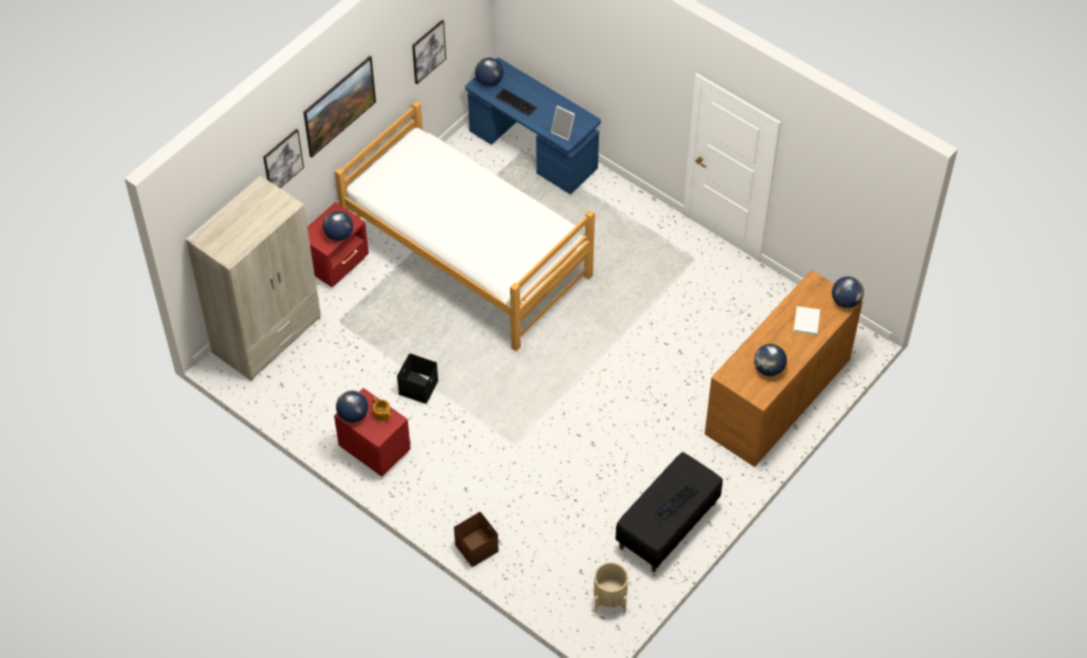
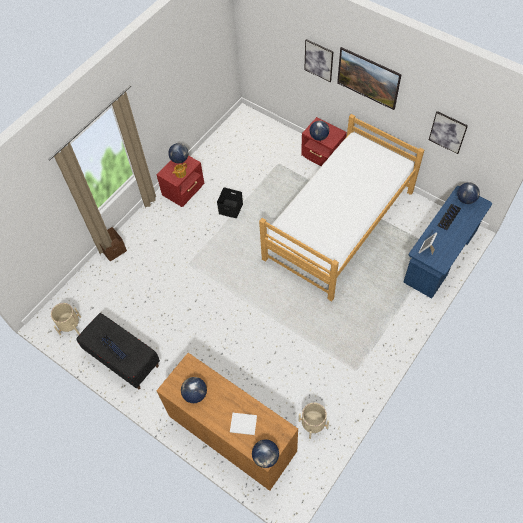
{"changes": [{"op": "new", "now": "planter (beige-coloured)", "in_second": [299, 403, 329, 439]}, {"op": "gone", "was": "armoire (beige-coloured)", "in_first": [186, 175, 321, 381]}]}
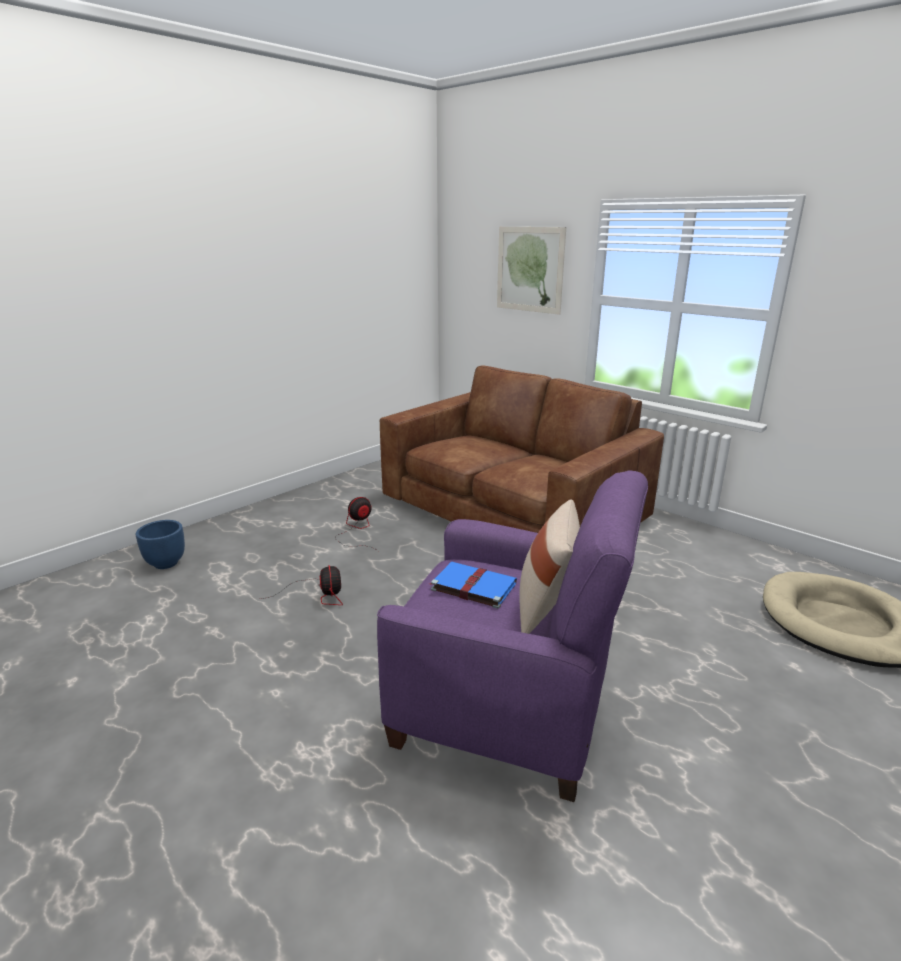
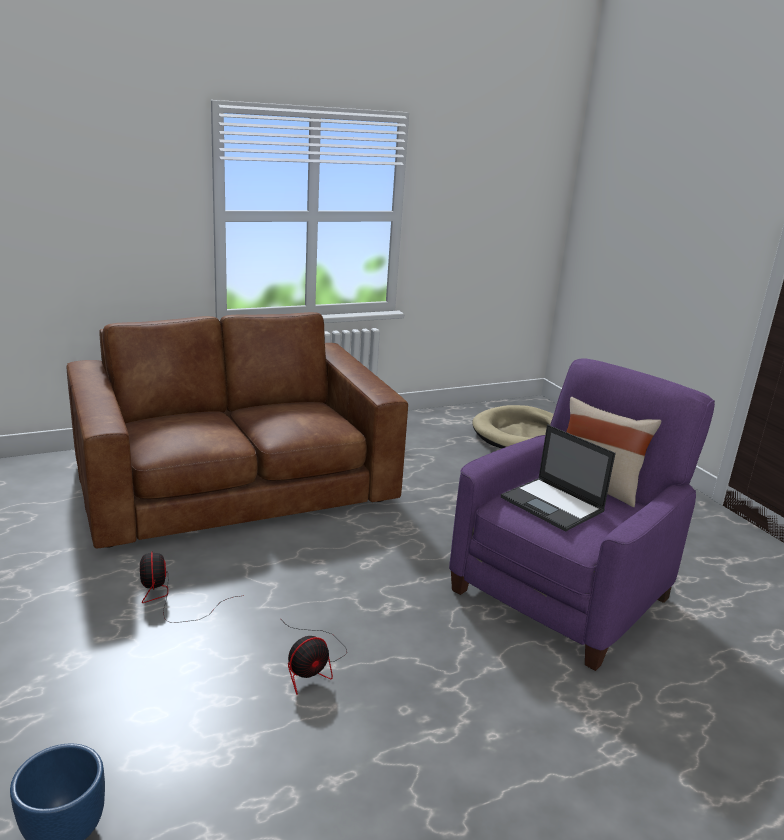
{"changes": [{"op": "rotated", "was": "cooling fan", "in_first": [260, 565, 343, 605], "in_second": [286, 624, 347, 695], "clockwise": 135}, {"op": "swapped", "was": "bound book (bluish)", "now": "notebook computer", "in_first": [430, 562, 517, 609], "in_second": [501, 424, 616, 532]}, {"op": "gone", "was": "picture", "in_first": [497, 227, 566, 315]}]}
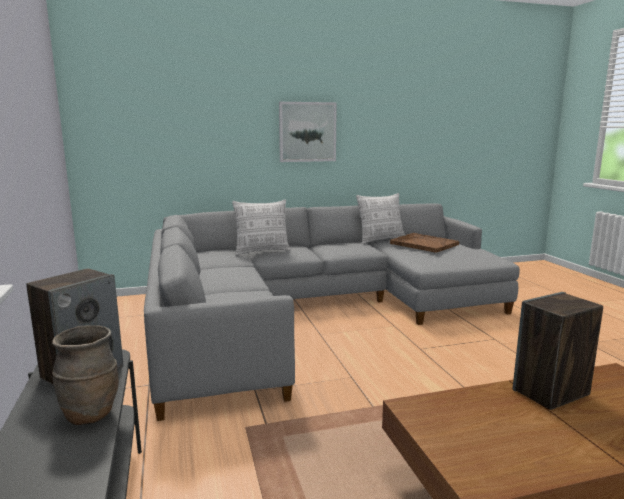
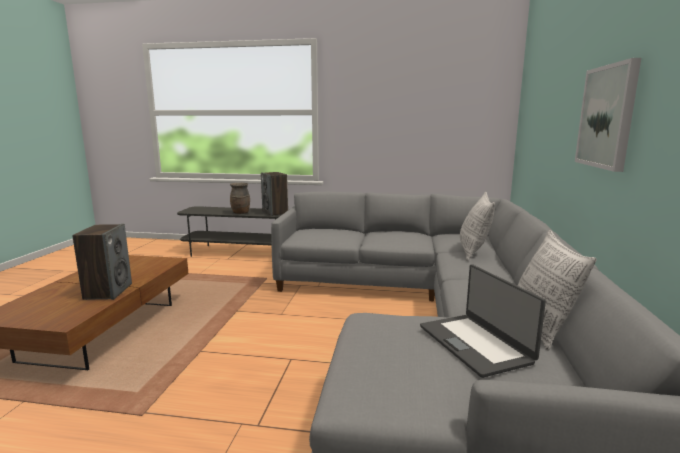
{"changes": [{"op": "swapped", "was": "carrying tray (brown)", "now": "notebook computer", "in_first": [390, 233, 459, 253], "in_second": [420, 264, 546, 378]}]}
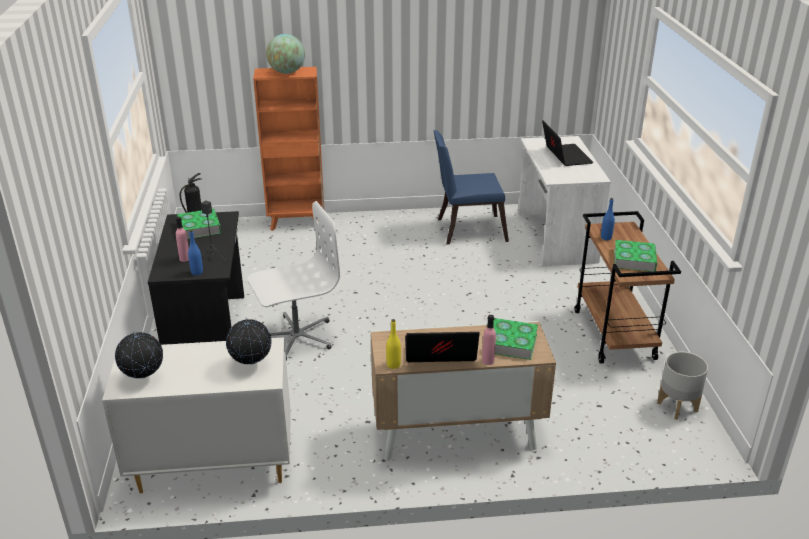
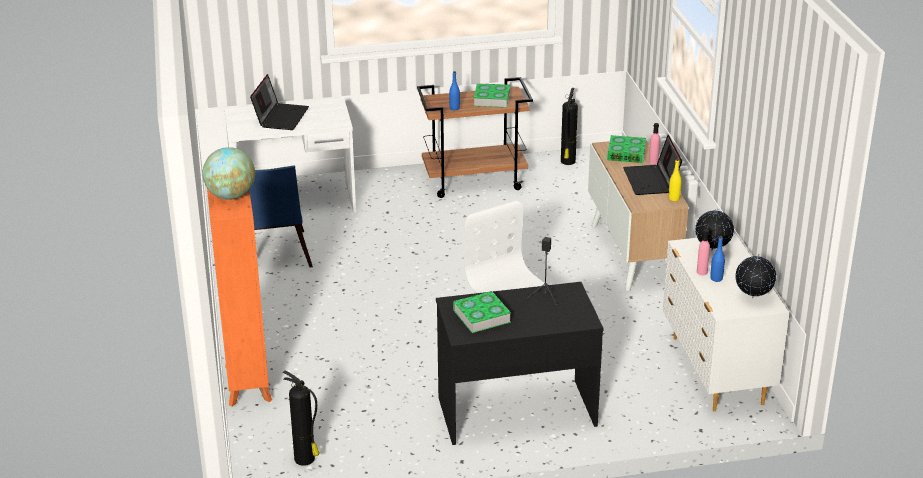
{"changes": [{"op": "rotated", "was": "notebook computer", "in_first": [542, 120, 593, 166], "in_second": [250, 74, 309, 130], "clockwise": 120}, {"op": "swapped", "was": "planter (gray)", "now": "fire extinguisher", "in_first": [657, 351, 708, 420], "in_second": [561, 88, 578, 165]}, {"op": "shifted", "was": "bottle (pinkish)", "in_first": [176, 217, 189, 262], "in_second": [697, 229, 710, 275]}, {"op": "shifted", "was": "bottle (bluish)", "in_first": [188, 230, 203, 275], "in_second": [710, 236, 725, 282]}]}
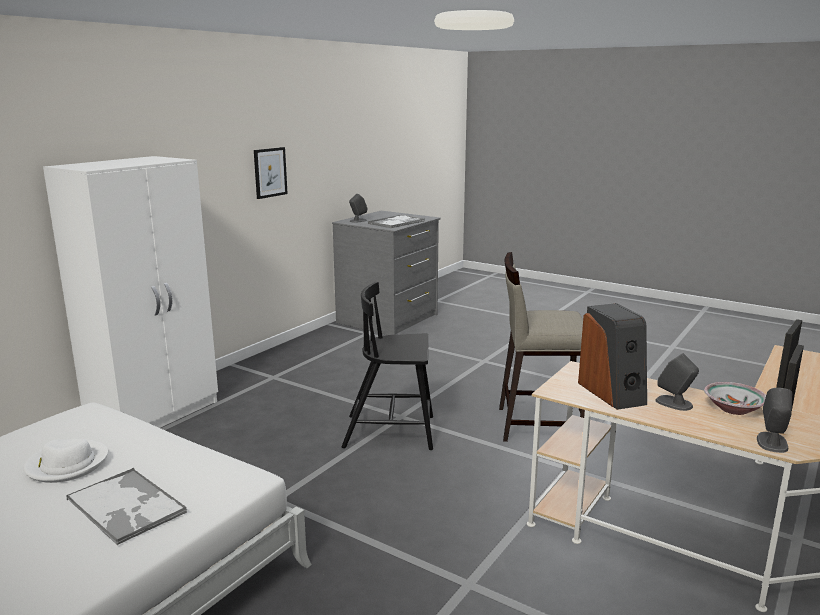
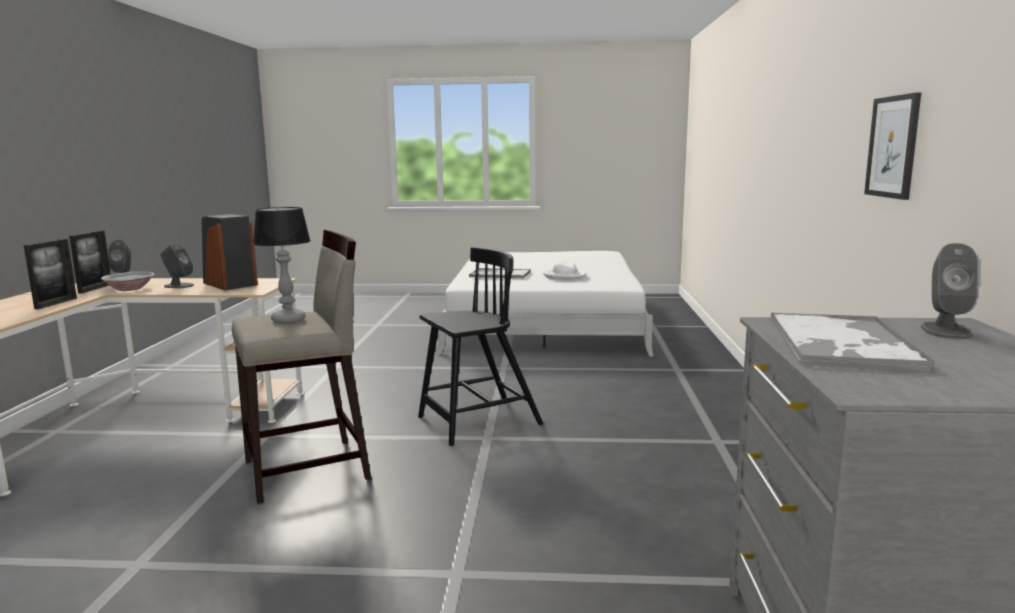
{"changes": [{"op": "new", "now": "table lamp", "in_second": [253, 207, 311, 324]}, {"op": "gone", "was": "armoire (white)", "in_first": [43, 156, 218, 428]}]}
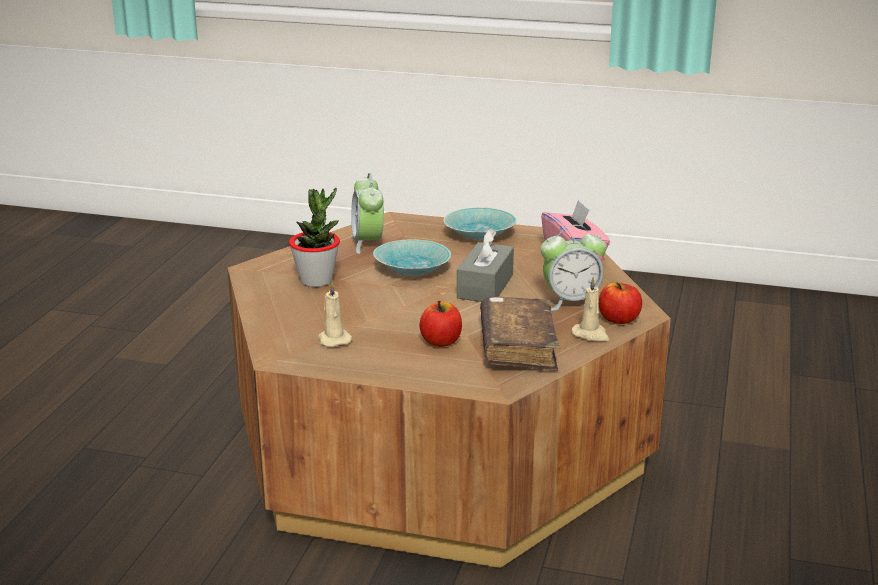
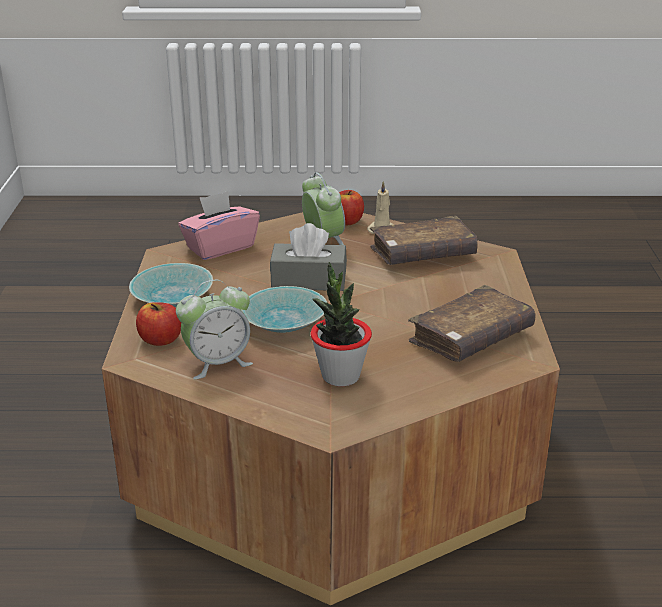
{"changes": [{"op": "shifted", "was": "whole apple", "in_first": [419, 301, 462, 347], "in_second": [136, 302, 181, 346]}, {"op": "swapped", "was": "candle (beige-coloured)", "now": "bound book (brown)", "in_first": [318, 282, 352, 347], "in_second": [408, 285, 535, 362]}]}
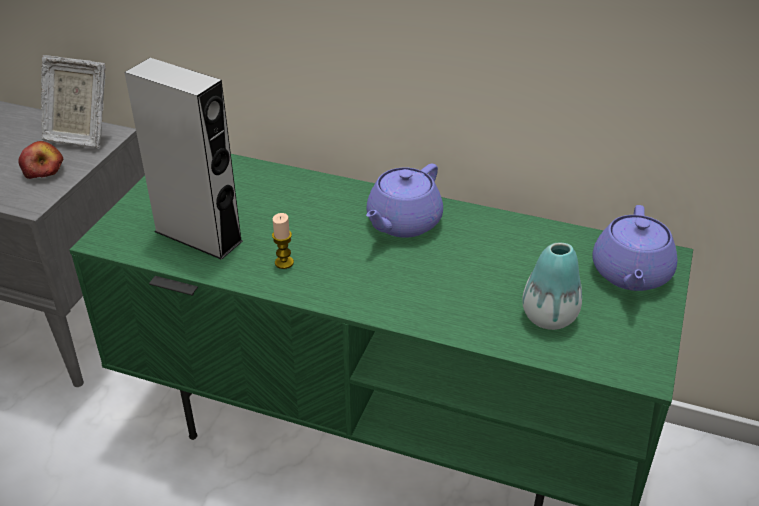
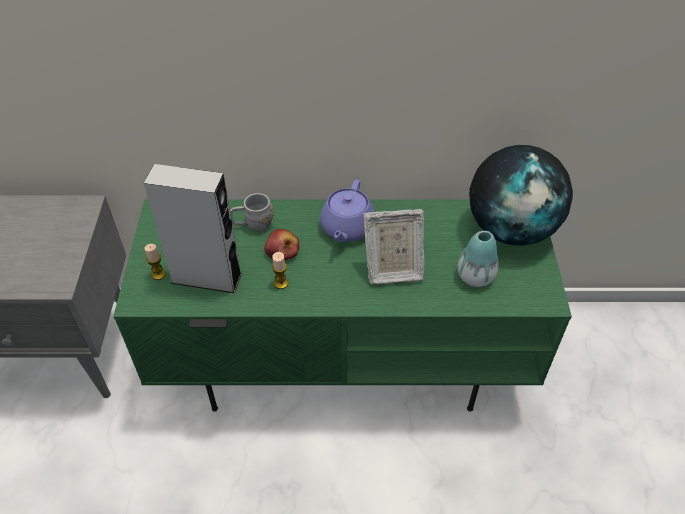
{"changes": [{"op": "new", "now": "candle", "in_second": [144, 244, 166, 280]}, {"op": "new", "now": "tea mug (gray)", "in_second": [230, 193, 274, 232]}, {"op": "shifted", "was": "whole apple", "in_first": [18, 141, 63, 179], "in_second": [264, 229, 299, 260]}, {"op": "shifted", "was": "photo frame", "in_first": [41, 55, 106, 149], "in_second": [363, 209, 424, 284]}, {"op": "swapped", "was": "pot for tea (purple-coloured)", "now": "world globe", "in_first": [592, 205, 677, 291], "in_second": [469, 145, 573, 246]}]}
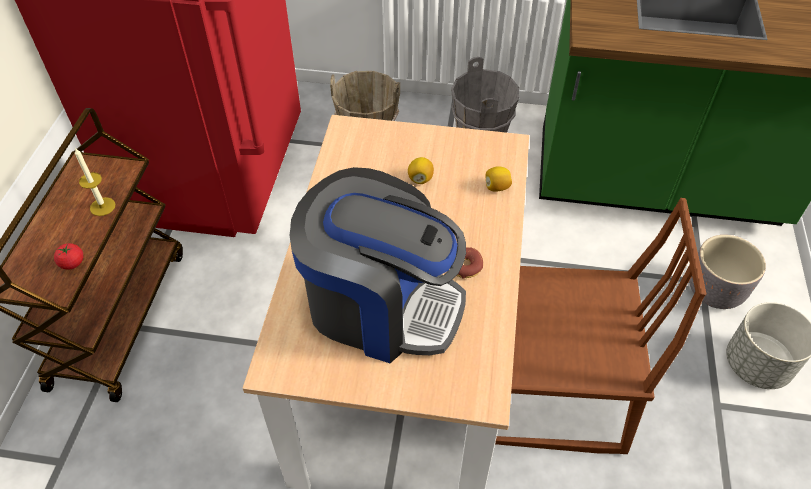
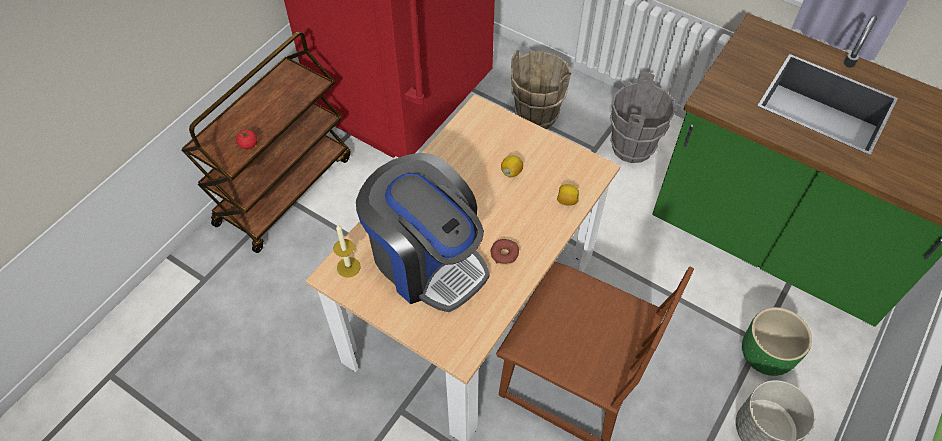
{"changes": [{"op": "shifted", "was": "candle", "in_first": [75, 148, 116, 216], "in_second": [333, 225, 361, 278]}, {"op": "repainted", "was": "planter (gray)", "now": "planter (green-coloured)", "in_first": [689, 235, 766, 309], "in_second": [742, 307, 812, 376]}]}
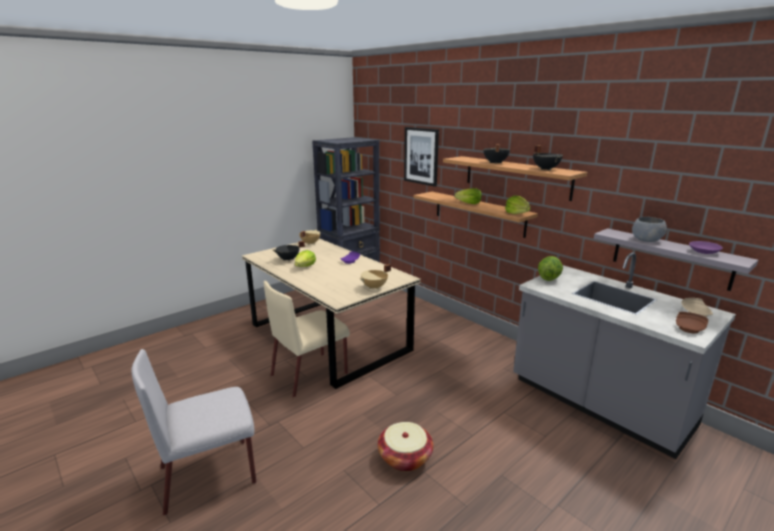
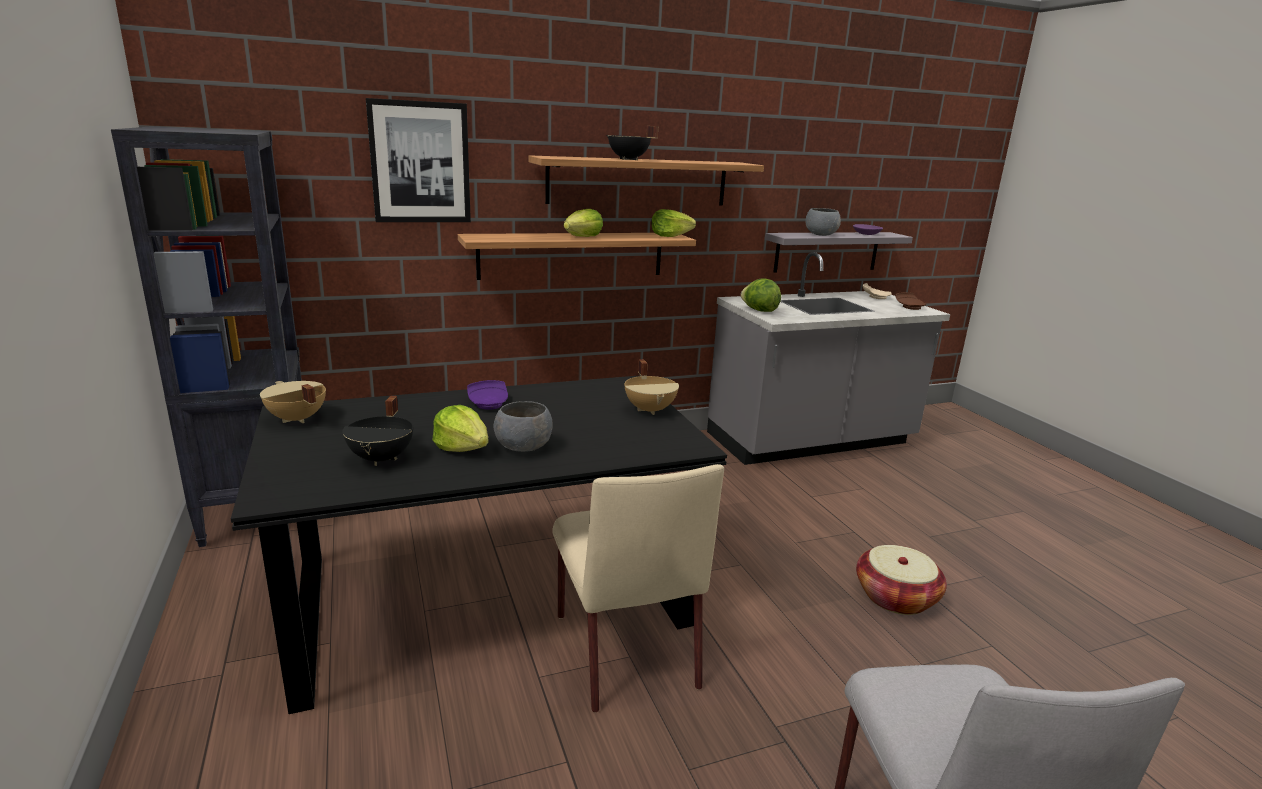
{"changes": [{"op": "repainted", "was": "dinner table (beige-coloured)", "now": "dinner table (blackish)", "in_first": [242, 238, 421, 389], "in_second": [231, 376, 727, 714]}, {"op": "new", "now": "serving bowl (gray)", "in_second": [494, 401, 553, 452]}, {"op": "gone", "was": "cooking pot (blackish)", "in_first": [533, 145, 563, 170]}]}
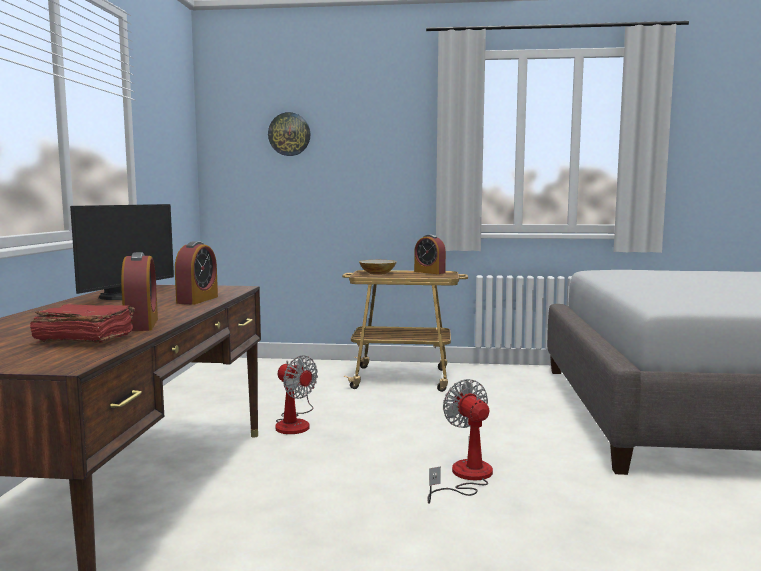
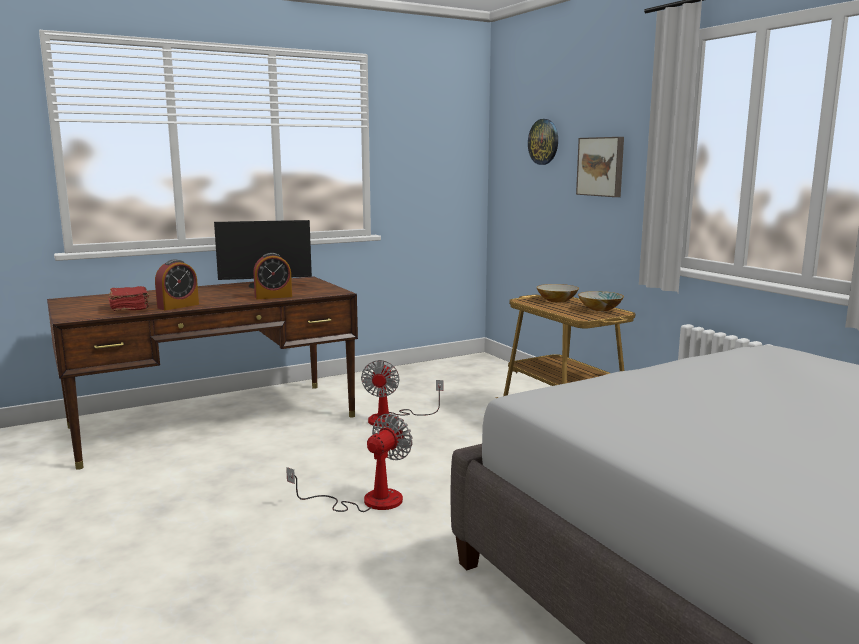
{"changes": [{"op": "new", "now": "picture", "in_second": [576, 137, 624, 197]}, {"op": "swapped", "was": "alarm clock", "now": "serving bowl", "in_first": [414, 234, 446, 274], "in_second": [578, 291, 624, 311]}]}
